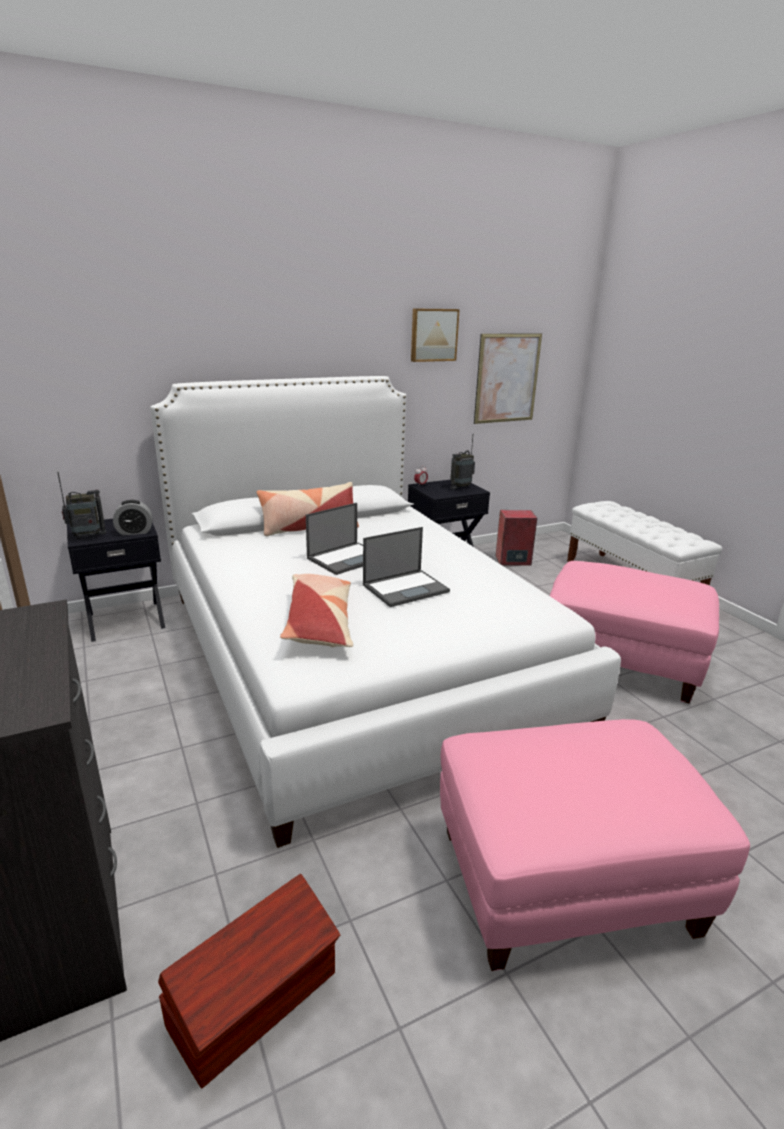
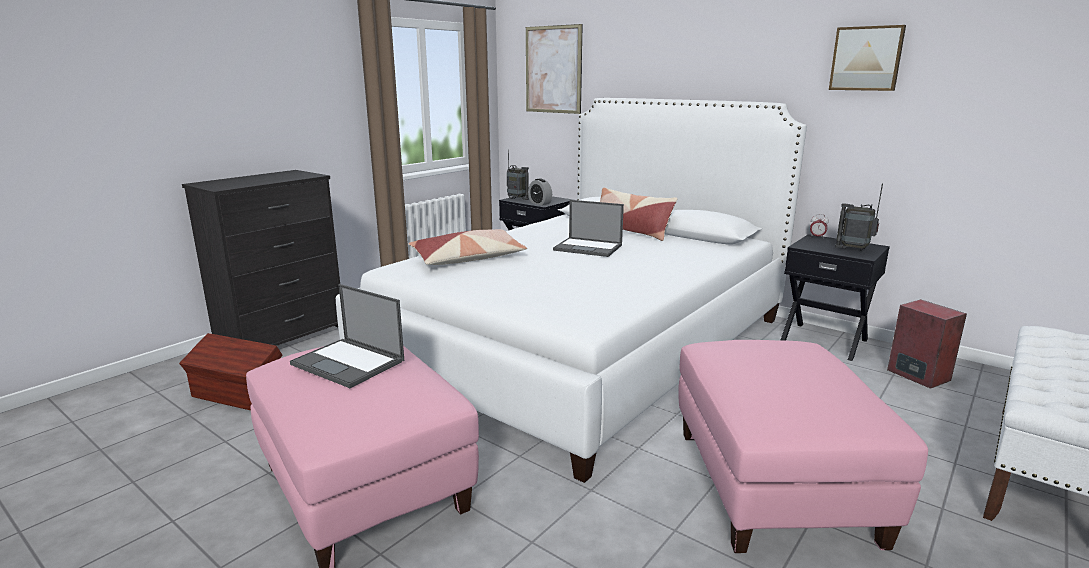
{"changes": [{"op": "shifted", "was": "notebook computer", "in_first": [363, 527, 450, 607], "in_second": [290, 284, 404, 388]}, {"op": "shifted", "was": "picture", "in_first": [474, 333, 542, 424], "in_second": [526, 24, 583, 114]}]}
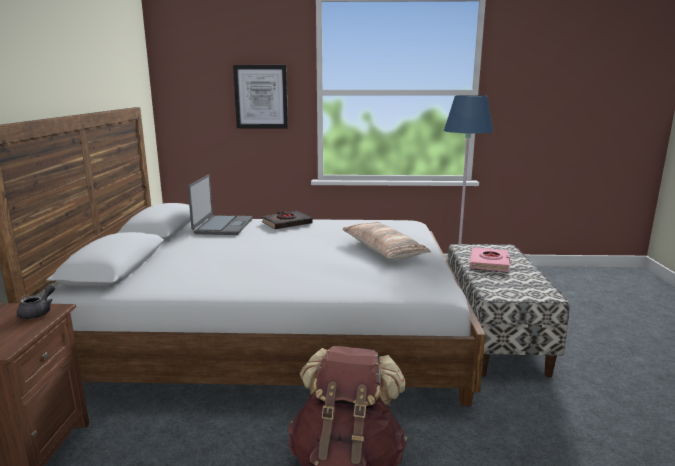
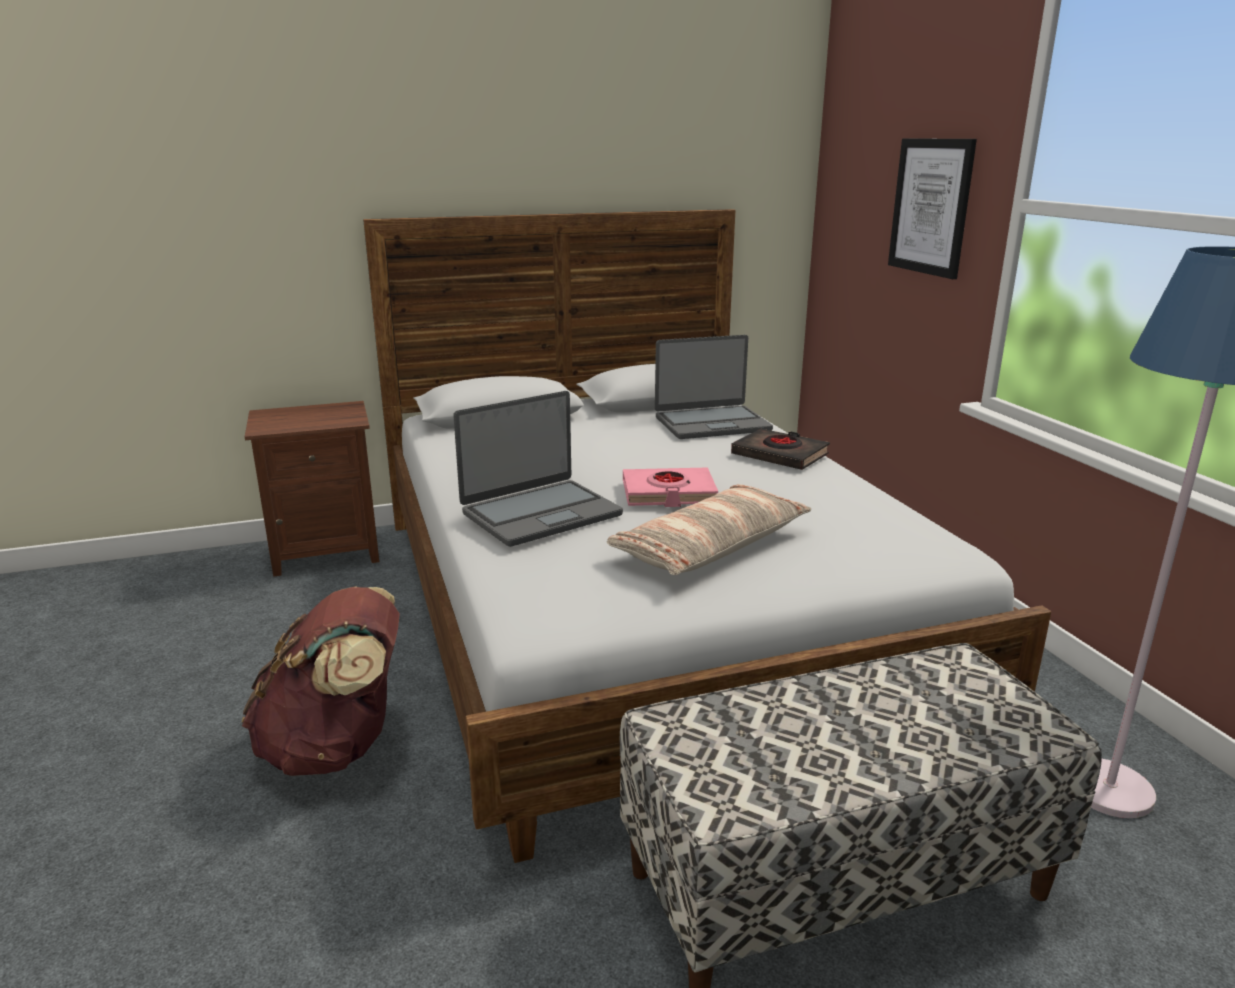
{"changes": [{"op": "new", "now": "notebook computer", "in_second": [453, 391, 623, 547]}, {"op": "shifted", "was": "bound book (pinkish)", "in_first": [469, 247, 510, 272], "in_second": [623, 467, 718, 507]}, {"op": "gone", "was": "pot for tea (gray)", "in_first": [17, 284, 55, 319]}]}
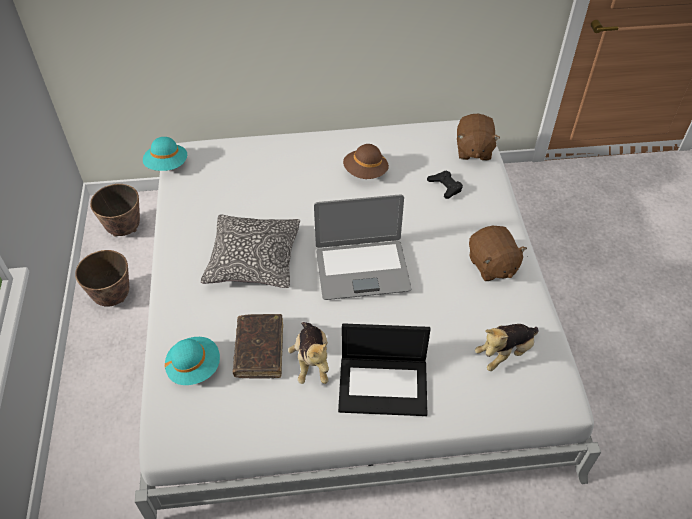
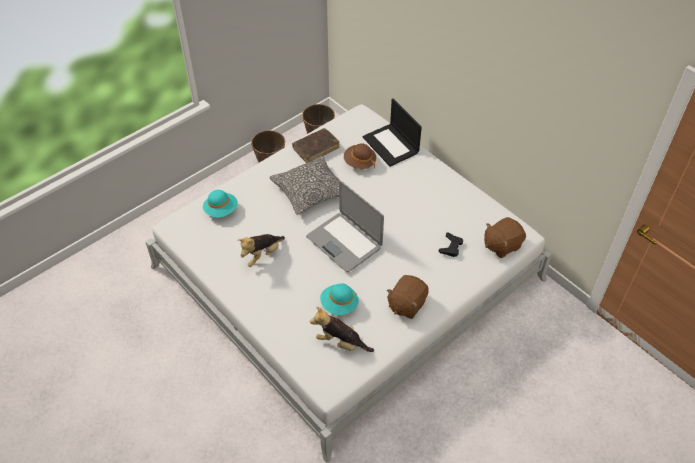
{"changes": [{"op": "shifted", "was": "bound book (brown)", "in_first": [233, 314, 283, 379], "in_second": [292, 128, 340, 163]}, {"op": "shifted", "was": "clothing hat (blue-green)", "in_first": [143, 137, 187, 171], "in_second": [320, 283, 359, 315]}, {"op": "shifted", "was": "clothing hat (brown)", "in_first": [343, 144, 389, 179], "in_second": [344, 143, 376, 169]}, {"op": "shifted", "was": "notebook computer", "in_first": [338, 323, 430, 416], "in_second": [363, 99, 422, 166]}]}
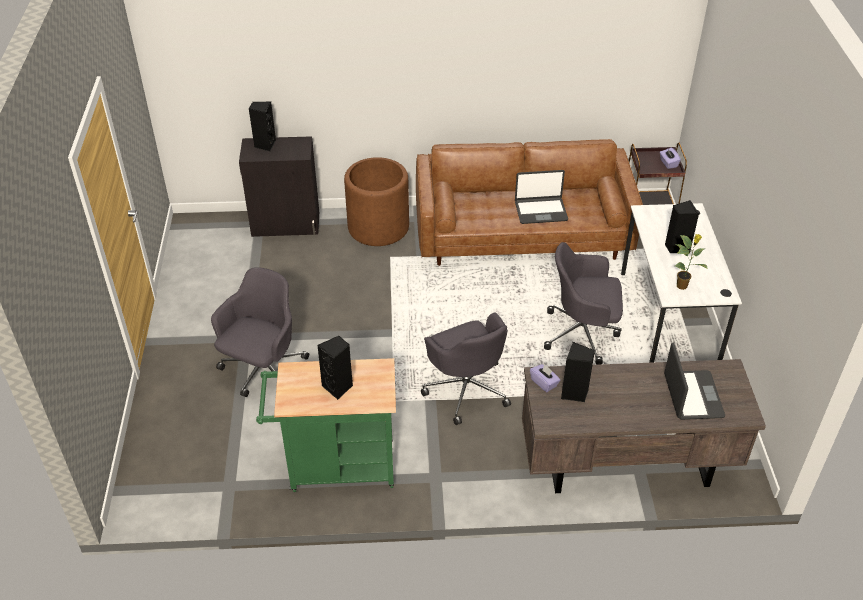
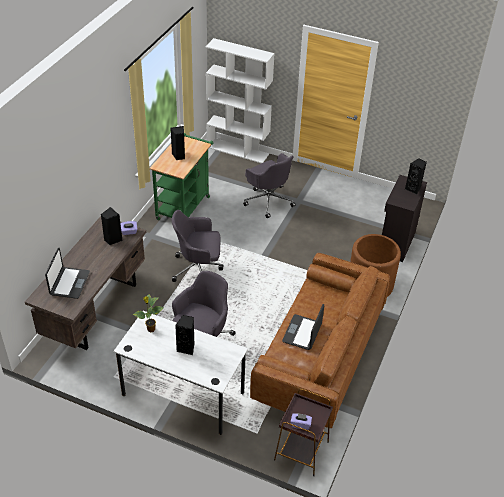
{"changes": [{"op": "rotated", "was": "notebook computer", "in_first": [664, 342, 725, 420], "in_second": [45, 248, 90, 299], "clockwise": -105}, {"op": "new", "now": "shelving unit (white)", "in_second": [205, 38, 275, 163]}]}
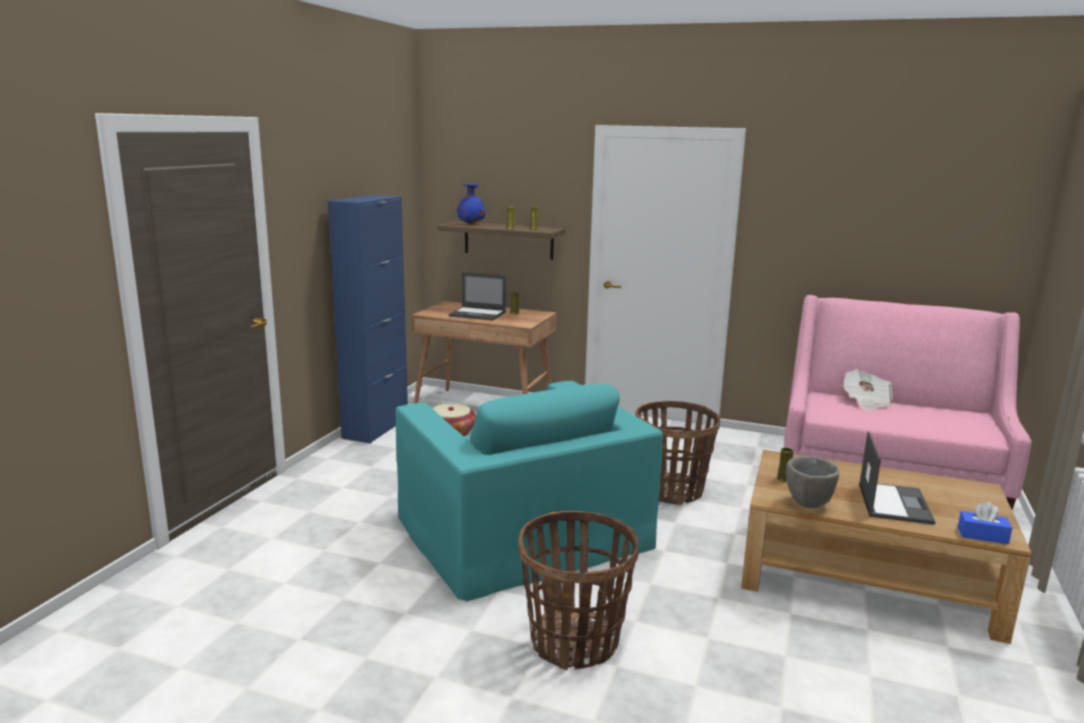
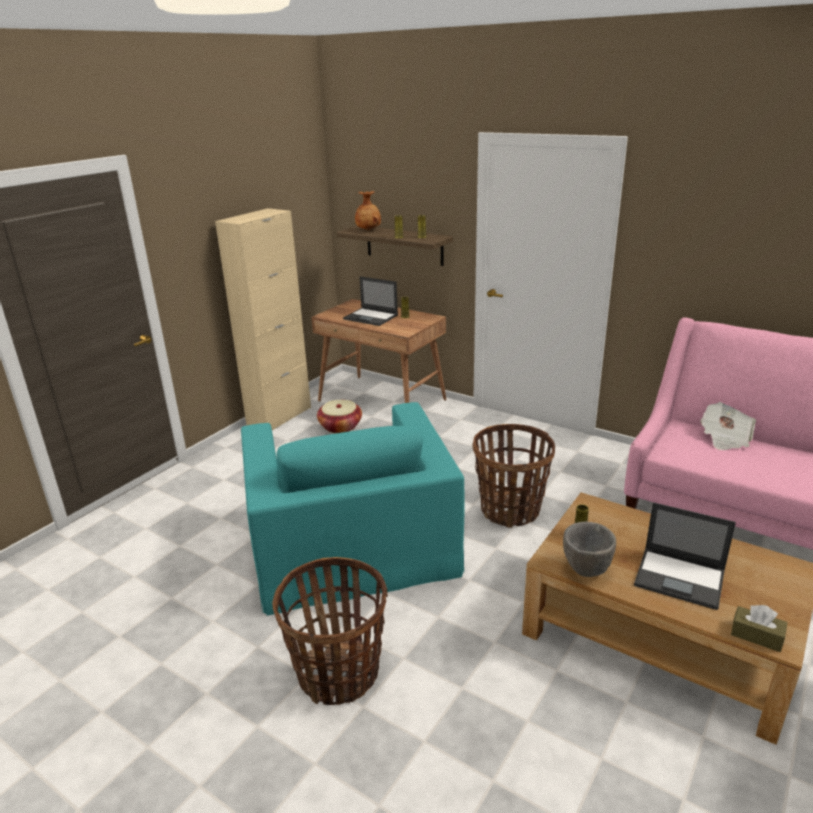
{"changes": [{"op": "repainted", "was": "storage cabinet (bluish)", "now": "storage cabinet (beige-coloured)", "in_first": [328, 195, 408, 444], "in_second": [215, 208, 311, 430]}, {"op": "repainted", "was": "flower vase (bluish)", "now": "flower vase (brown)", "in_first": [457, 184, 485, 224], "in_second": [355, 191, 381, 231]}, {"op": "rotated", "was": "notebook computer", "in_first": [859, 431, 935, 525], "in_second": [634, 502, 736, 610], "clockwise": 90}, {"op": "repainted", "was": "tissue box (bluish)", "now": "tissue box (brown)", "in_first": [958, 502, 1012, 544], "in_second": [731, 605, 788, 652]}]}
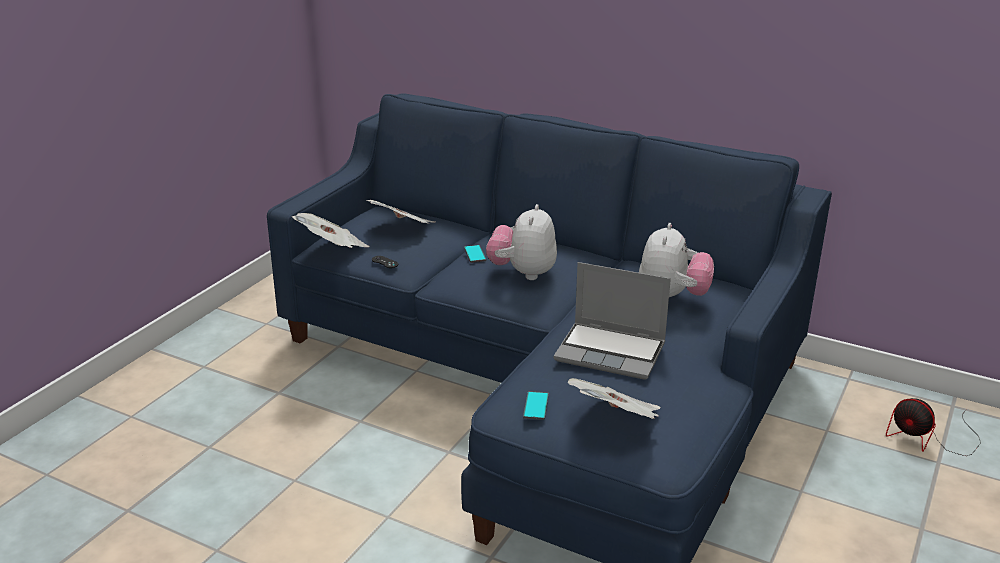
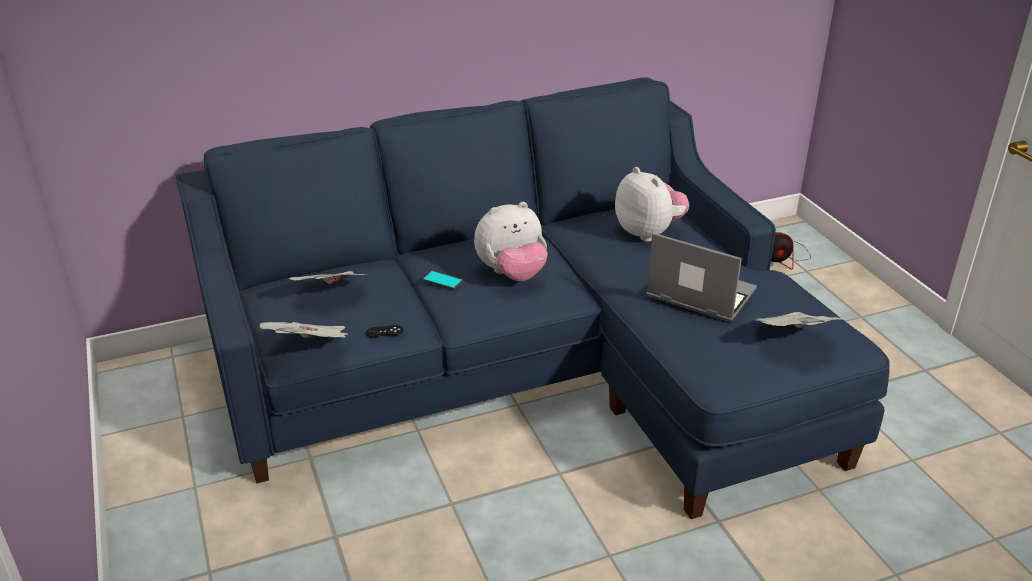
{"changes": [{"op": "rotated", "was": "cuddly toy", "in_first": [486, 204, 557, 280], "in_second": [474, 202, 548, 281], "clockwise": -75}, {"op": "rotated", "was": "notebook computer", "in_first": [554, 262, 671, 380], "in_second": [646, 233, 757, 322], "clockwise": -120}, {"op": "gone", "was": "phone", "in_first": [523, 391, 549, 420]}]}
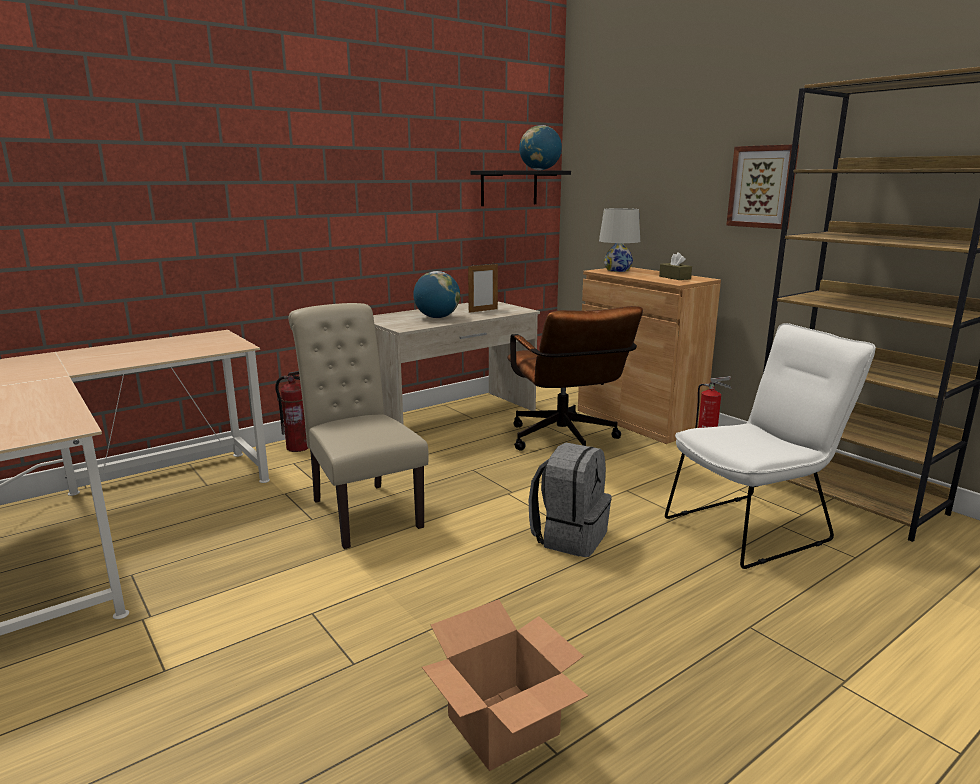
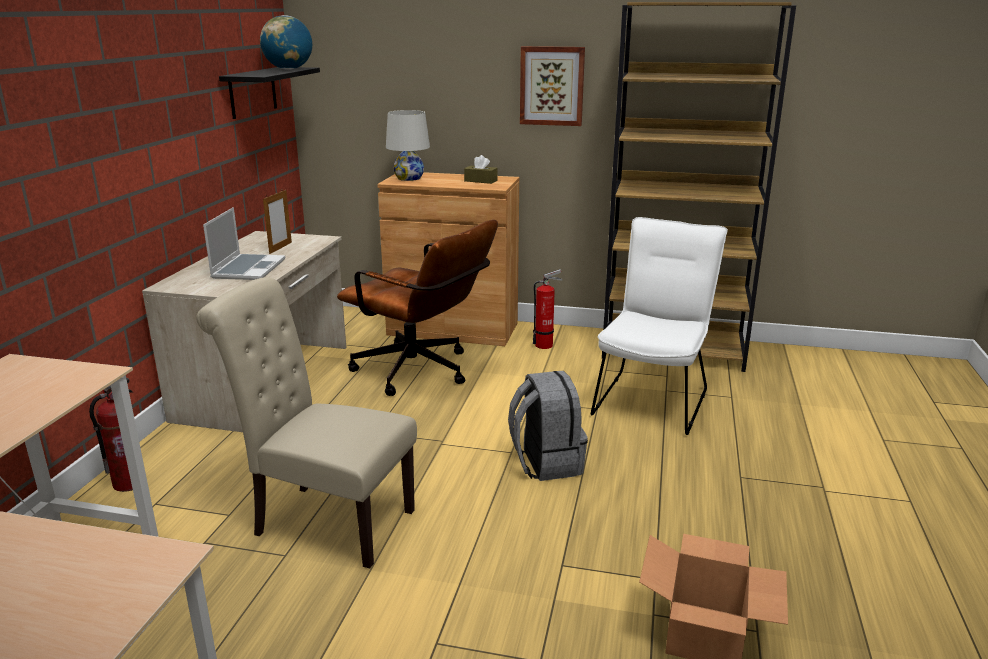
{"changes": [{"op": "swapped", "was": "world globe", "now": "notebook computer", "in_first": [413, 271, 460, 318], "in_second": [203, 207, 285, 280]}]}
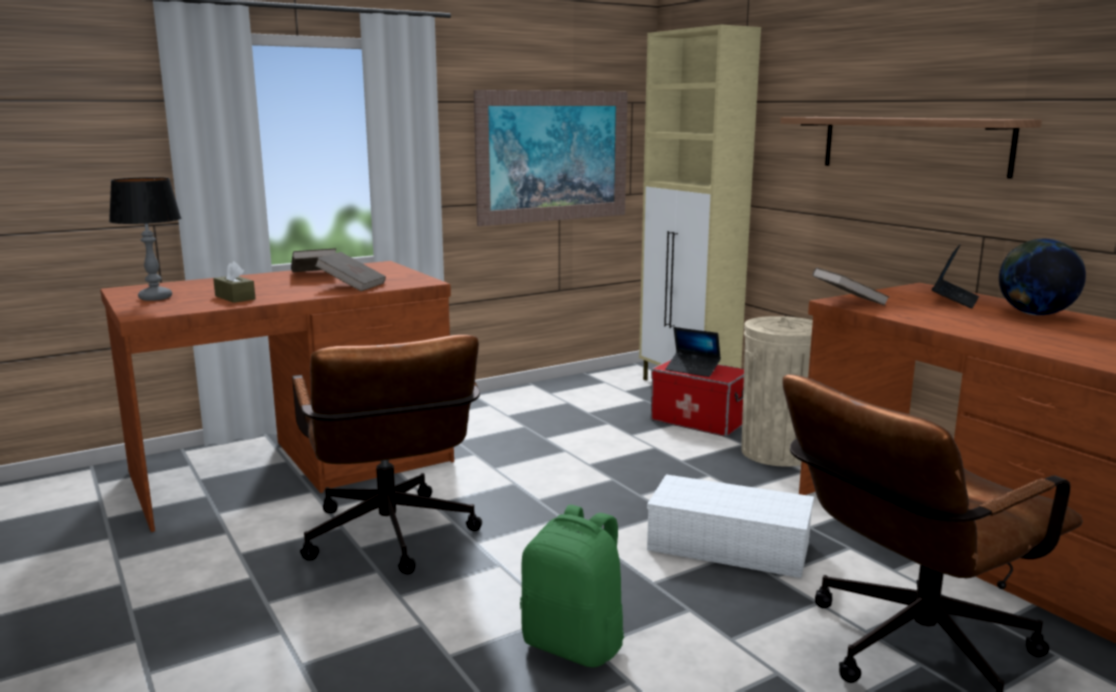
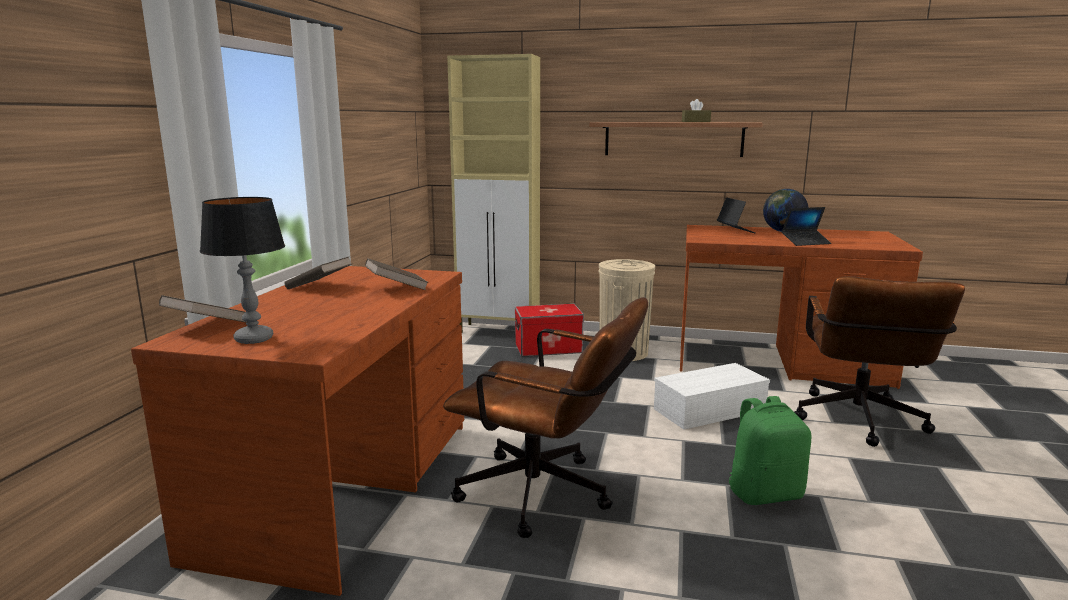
{"changes": [{"op": "shifted", "was": "bound book (brown)", "in_first": [812, 267, 890, 306], "in_second": [159, 295, 246, 322]}, {"op": "shifted", "was": "tissue box (brown)", "in_first": [213, 261, 256, 303], "in_second": [682, 99, 711, 122]}, {"op": "shifted", "was": "notebook computer", "in_first": [665, 327, 721, 377], "in_second": [782, 207, 831, 246]}, {"op": "gone", "was": "picture", "in_first": [474, 90, 628, 226]}]}
